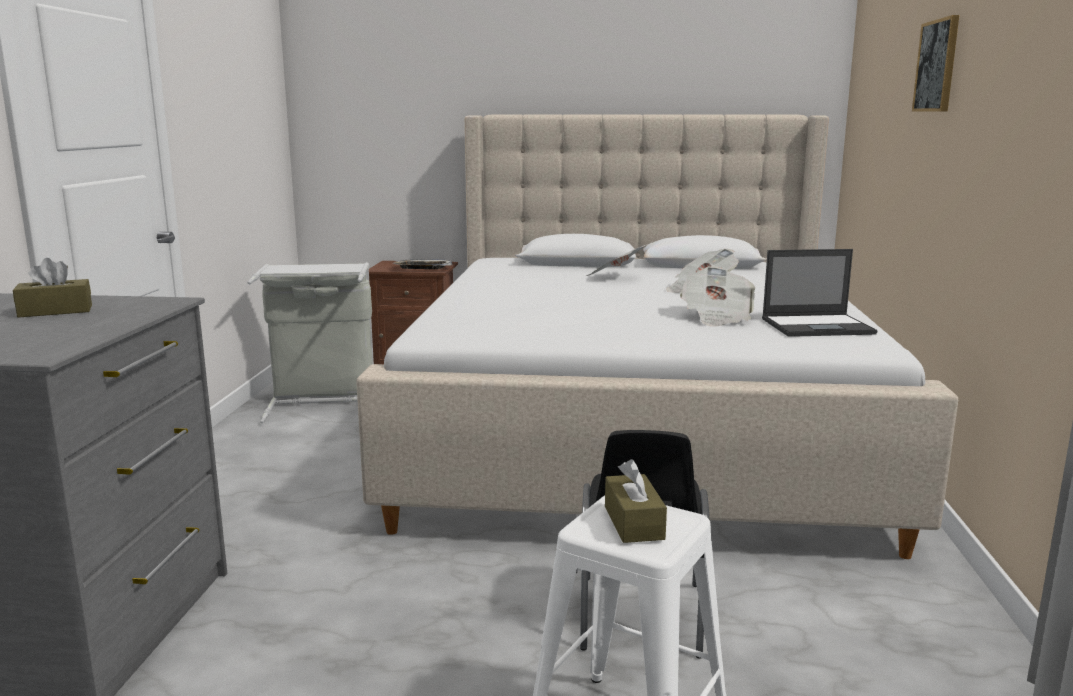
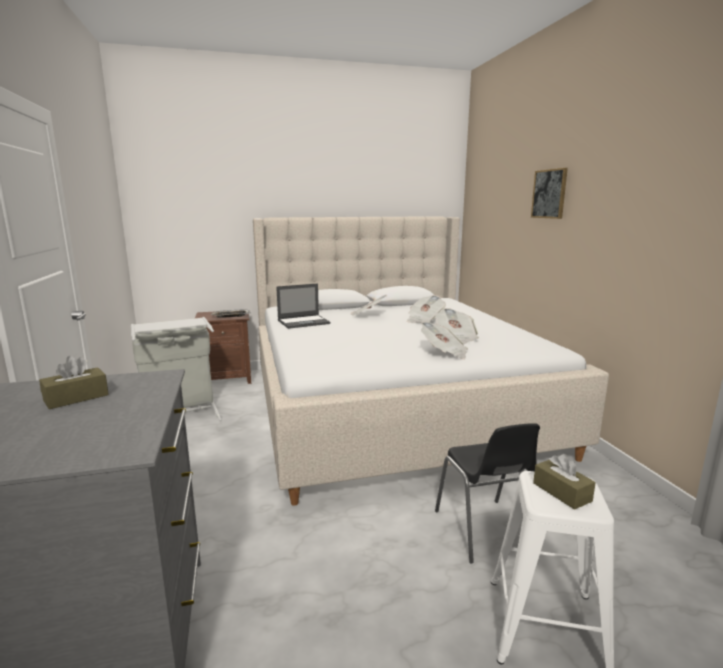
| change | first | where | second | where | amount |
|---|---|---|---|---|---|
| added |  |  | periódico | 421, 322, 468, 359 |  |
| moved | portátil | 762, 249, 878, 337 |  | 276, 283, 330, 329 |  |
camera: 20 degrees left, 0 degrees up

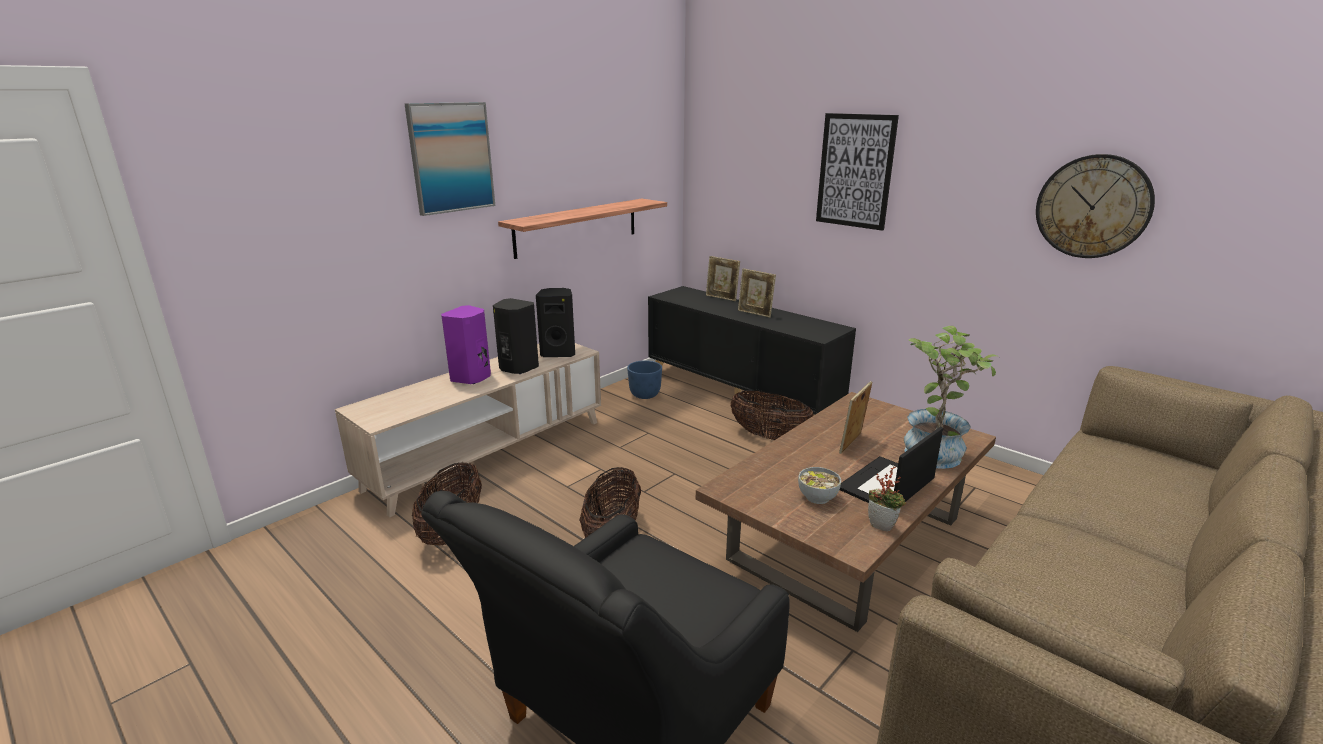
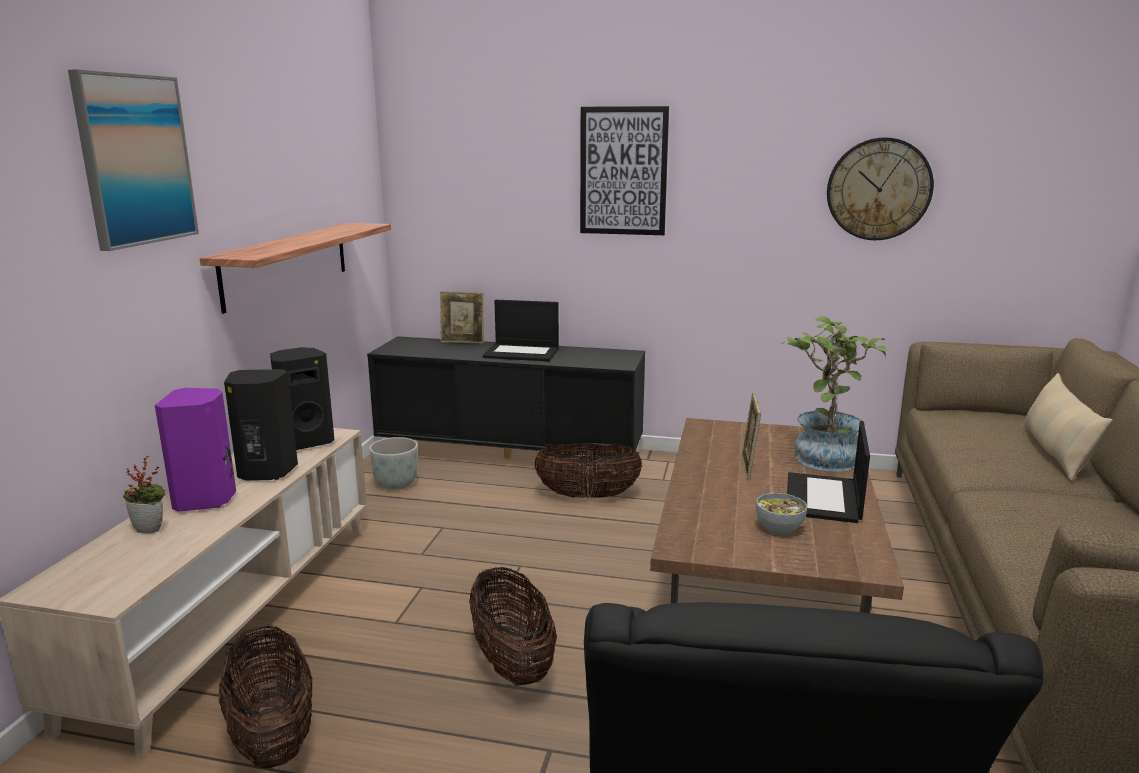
| change | first | where | second | where | amount |
|---|---|---|---|---|---|
| added |  |  | cojín (beis) | 1023, 373, 1113, 481 |  |
| moved | planta en maceta | 868, 466, 907, 531 |  | 123, 456, 166, 533 |  |
| replaced | portarretratos | 738, 268, 776, 318 | portátil | 483, 300, 559, 361 |  |
| recoloured | maceta (azul) | 627, 361, 662, 399 | maceta (gris) | 369, 437, 418, 490 |  |
camera: 30 degrees left, 5 degrees down

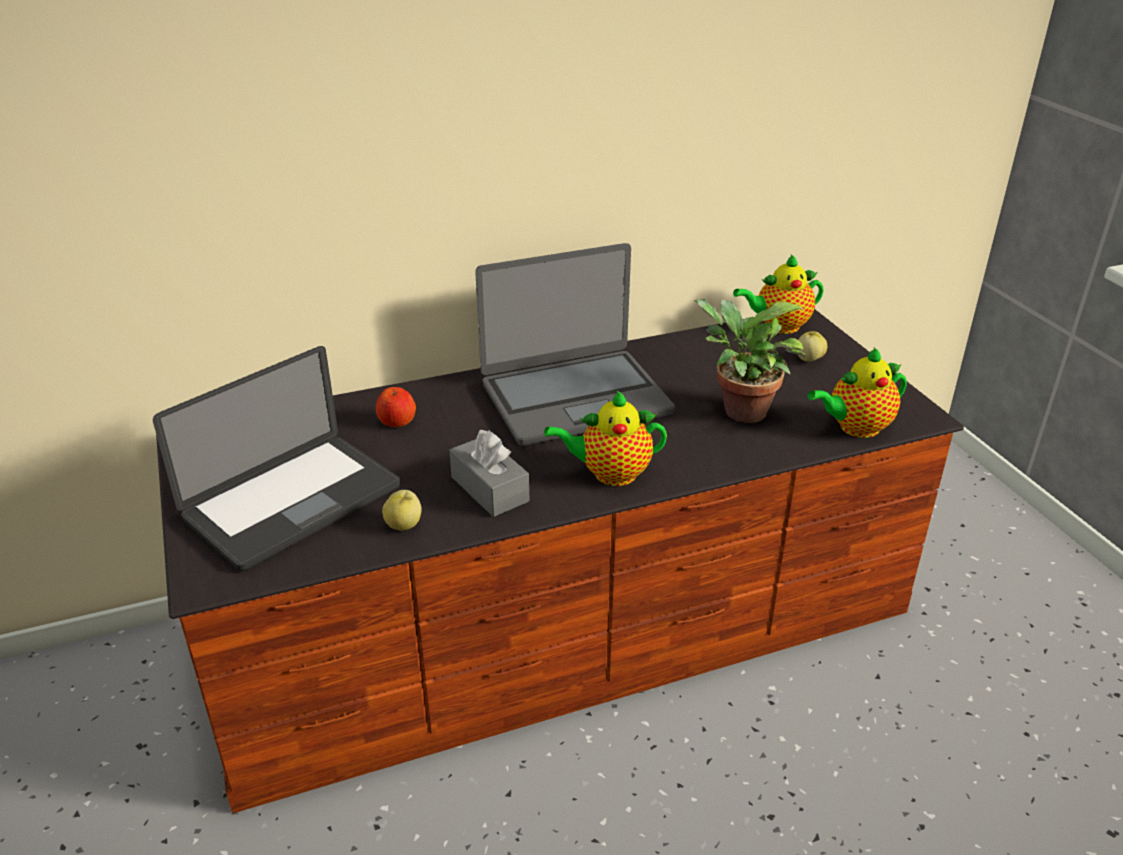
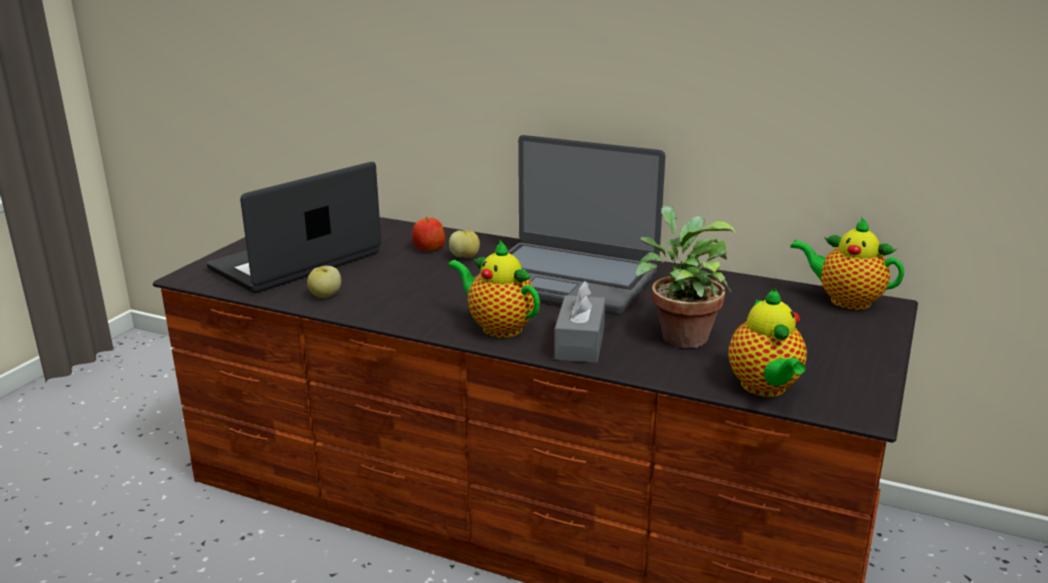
| change | first | where | second | where | amount |
|---|---|---|---|---|---|
| moved | caja de pañuelos (gris) | 449, 430, 529, 517 |  | 554, 281, 605, 363 |  |
| moved | manzana | 798, 331, 827, 362 |  | 449, 230, 480, 258 |  |
| turned | portátil | 153, 346, 400, 571 |  | 207, 162, 381, 293 | 135 degrees clockwise |
| turned | tetera | 808, 347, 907, 438 |  | 728, 288, 807, 397 | 120 degrees counterclockwise |
camera: 45 degrees right, 10 degrees down

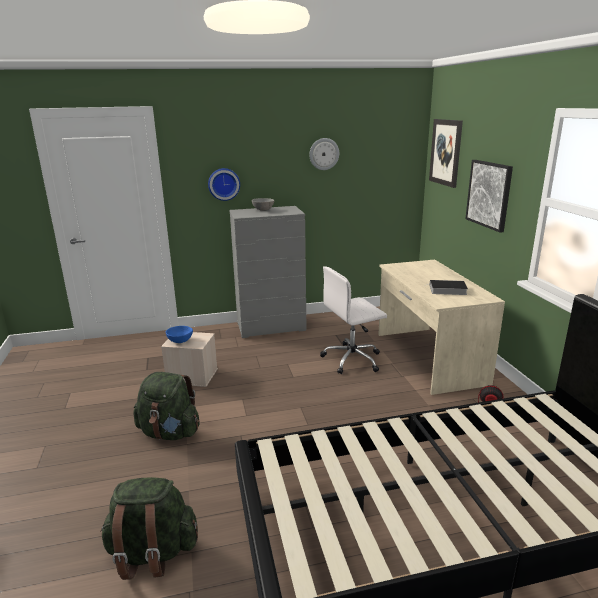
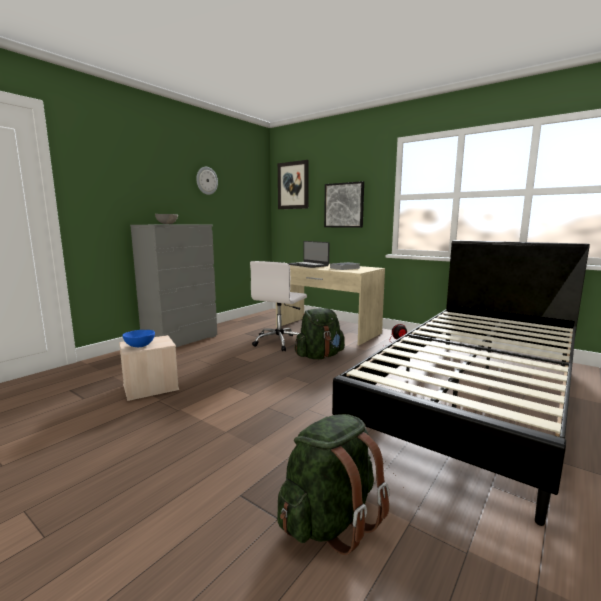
| change | first | where | second | where | amount |
|---|---|---|---|---|---|
| removed | reloj de pared | 208, 168, 240, 201 |  |  |  |
| added |  |  | portátil | 288, 241, 329, 268 |  |
| moved | mochila (verde) | 133, 372, 199, 440 |  | 295, 308, 345, 359 |  |
camera: 40 degrees left, 10 degrees down

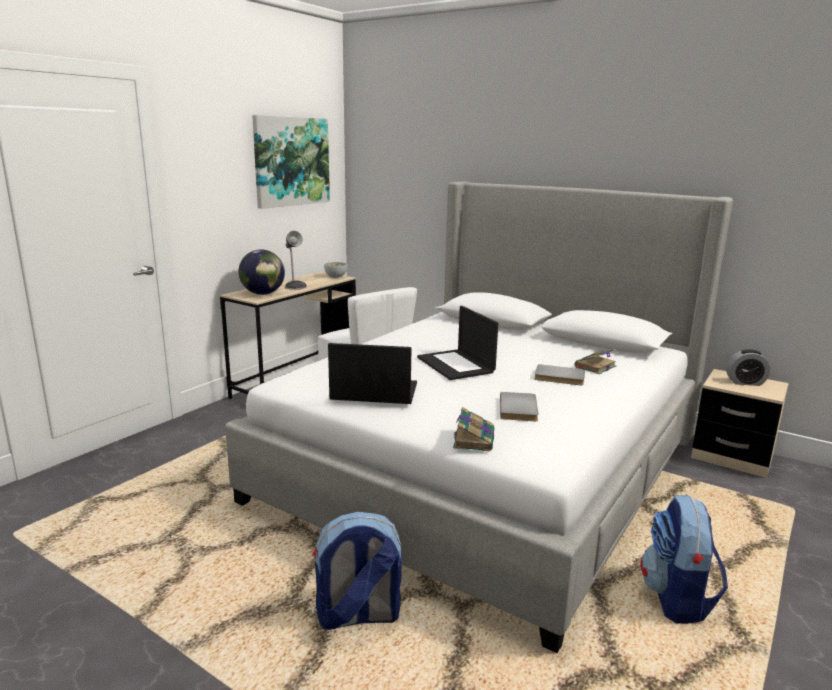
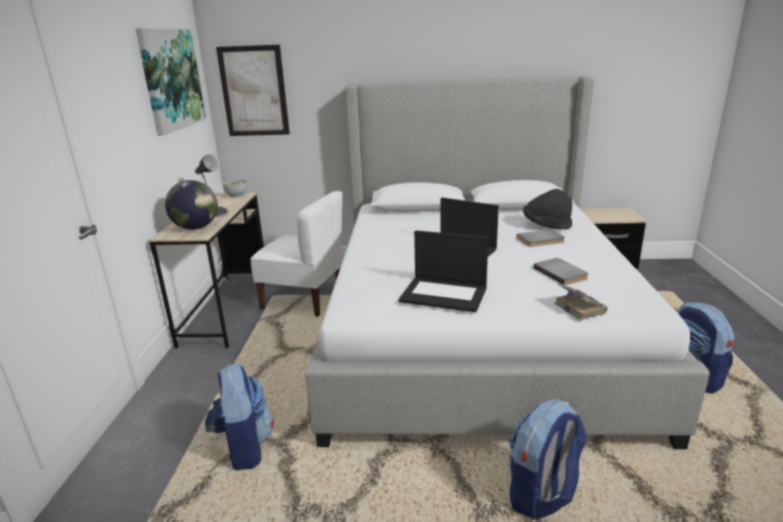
| change | first | where | second | where | amount |
|---|---|---|---|---|---|
| removed | despertador | 726, 349, 770, 386 |  |  |  |
| added |  |  | mochila | 205, 364, 274, 470 |  |
| added |  |  | cuadro | 216, 45, 290, 136 |  |
| replaced | libro | 575, 348, 616, 374 | sombrero (negro) | 523, 189, 572, 230 |  |
| turned | portátil | 328, 343, 417, 404 |  | 399, 230, 488, 312 | 135 degrees counterclockwise |
camera: 30 degrees left, 5 degrees up

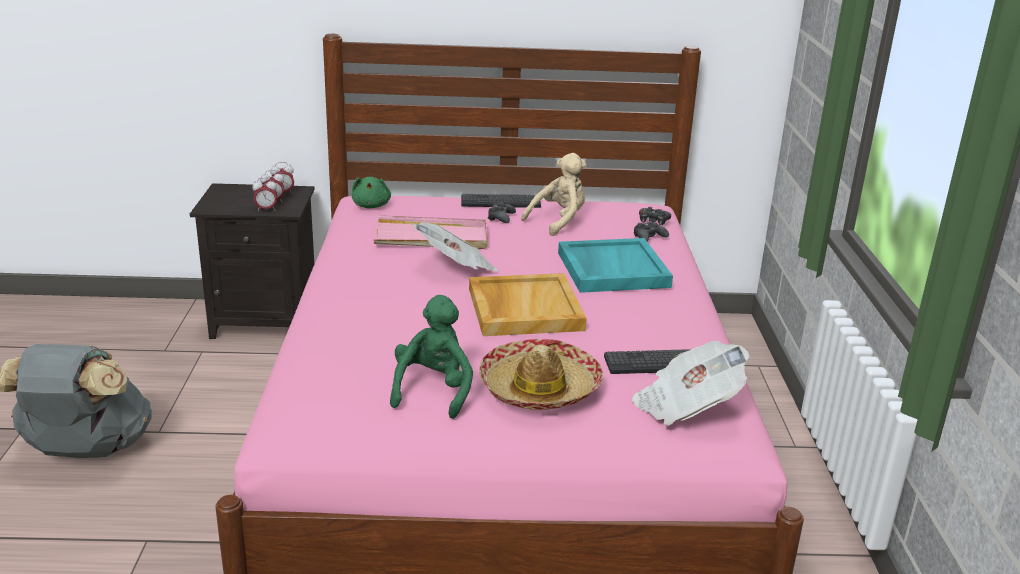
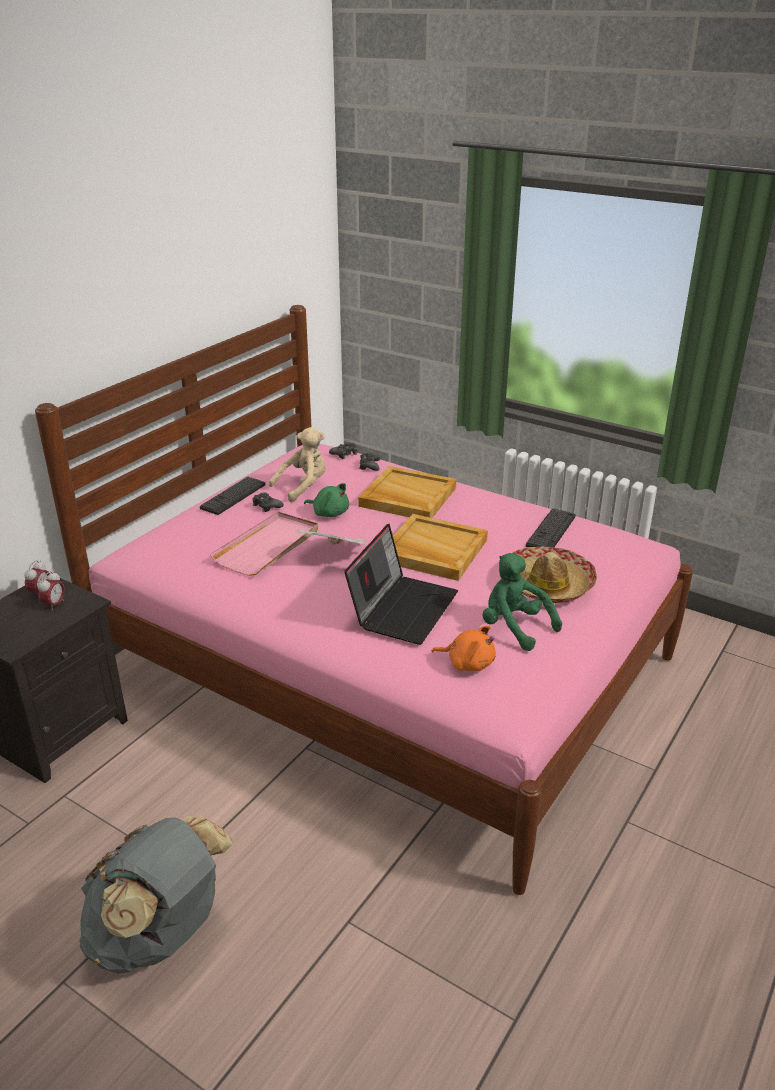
| change | first | where | second | where | amount |
|---|---|---|---|---|---|
| removed | despertador | 252, 178, 277, 212 |  |  |  |
| removed | periódico | 632, 340, 750, 426 |  |  |  |
| added |  |  | portátil | 344, 524, 458, 645 |  |
| added |  |  | peluche (naranja) | 432, 626, 496, 671 |  |
| moved | peluche (verde) | 352, 177, 391, 209 |  | 304, 483, 349, 517 |  |
| recoloured | bandeja (turquesa) | 558, 238, 673, 293 | bandeja (beis) | 358, 466, 456, 518 |  |
| turned | peluche (beis) | 521, 153, 586, 236 |  | 269, 427, 326, 503 | 60 degrees clockwise |
camera: 55 degrees left, 5 degrees up

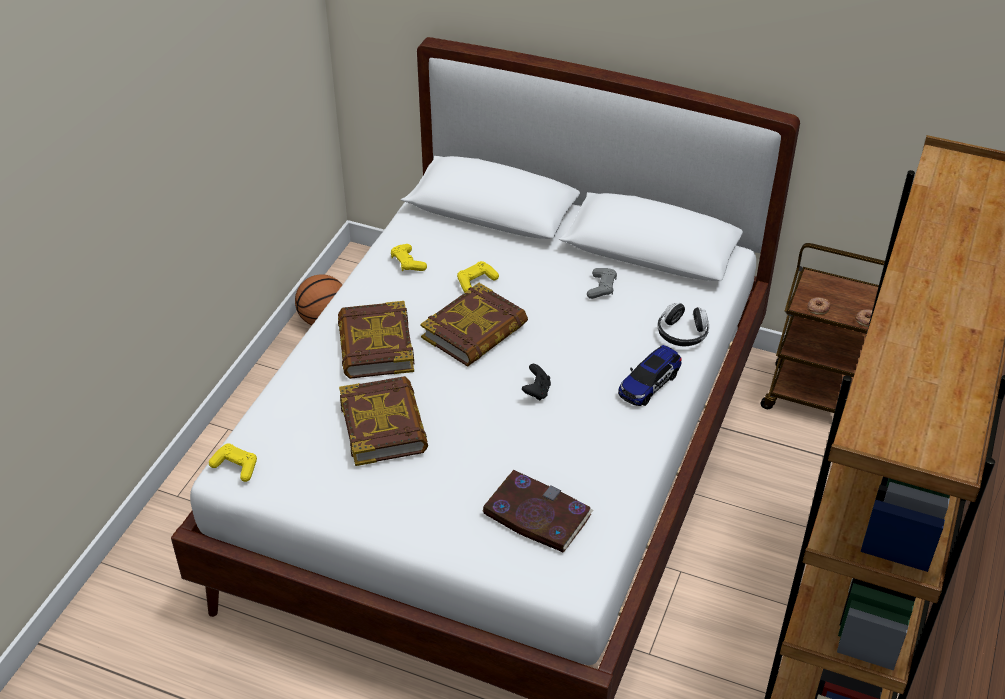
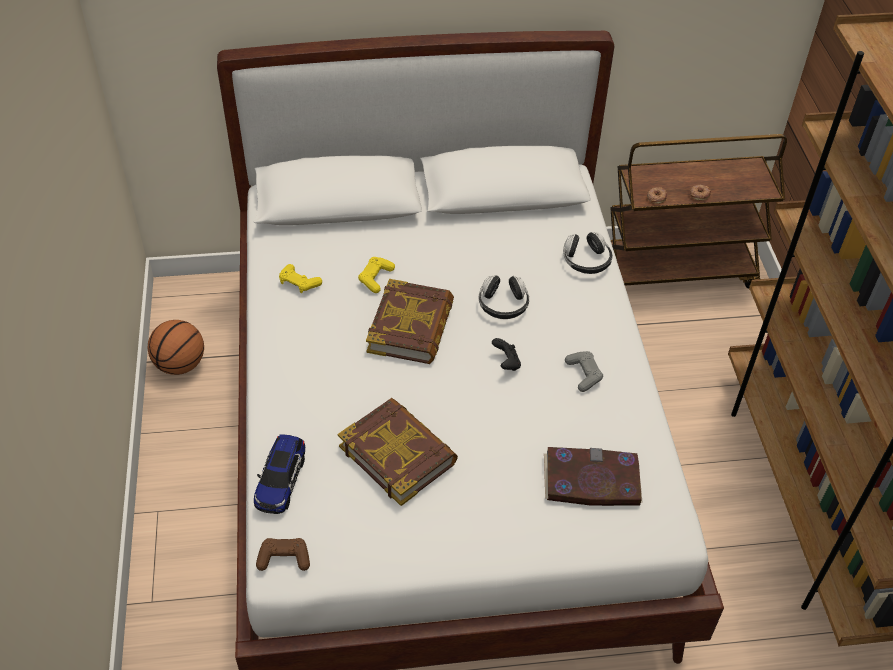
| change | first | where | second | where | amount |
|---|---|---|---|---|---|
| removed | libro | 338, 301, 414, 379 |  |  |  |
| added |  |  | auriculares | 479, 275, 529, 319 |  |
| moved | mando de consola (gris) | 587, 268, 617, 299 |  | 565, 351, 603, 392 |  |
| moved | coche de juguete | 618, 345, 682, 406 |  | 254, 435, 305, 514 |  |
| recoloured | mando de consola (amarillo) | 209, 443, 257, 482 | mando de consola (marrón) | 256, 538, 310, 571 |  |
camera: 30 degrees left, 5 degrees up

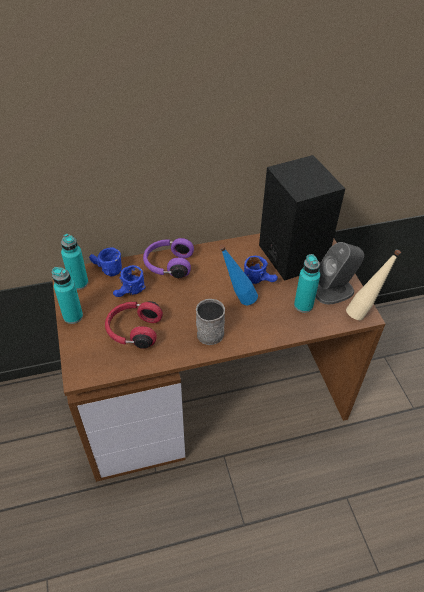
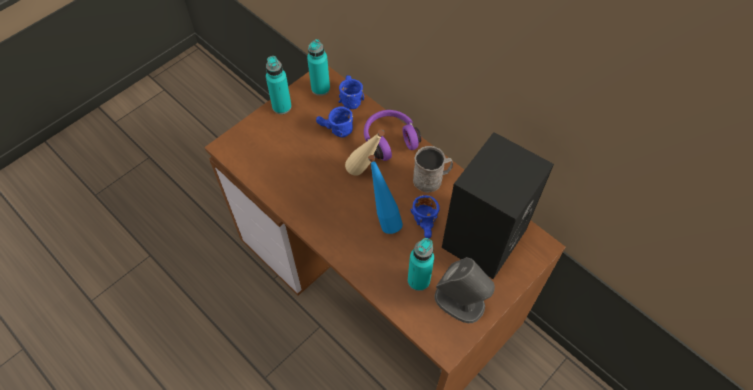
| change | first | where | second | where | amount |
|---|---|---|---|---|---|
| removed | auriculares (rojo) | 105, 301, 163, 349 |  |  |  |
| moved | taza grande (gris) | 196, 299, 225, 345 |  | 413, 146, 453, 193 |  |
| moved | botella (beis) | 346, 249, 401, 320 |  | 345, 130, 385, 176 |  |
camera: 60 degrees right, 10 degrees up

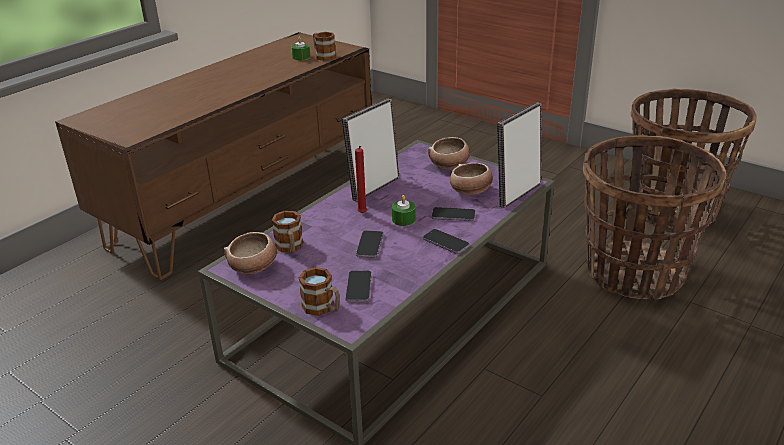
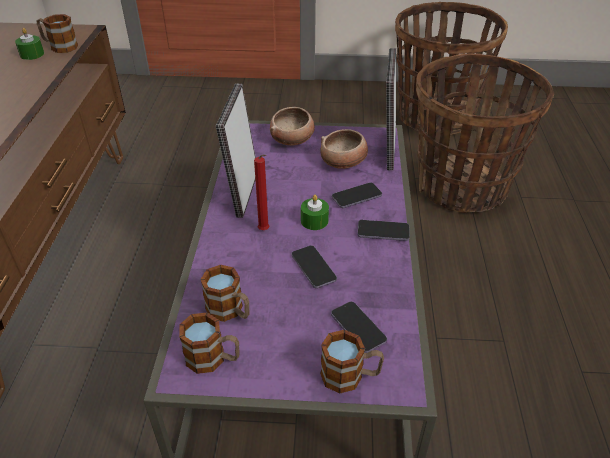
| change | first | where | second | where | amount |
|---|---|---|---|---|---|
| replaced | cuenco | 224, 232, 277, 274 | taza grande | 179, 313, 239, 374 |  |
camera: 35 degrees left, 10 degrees up

